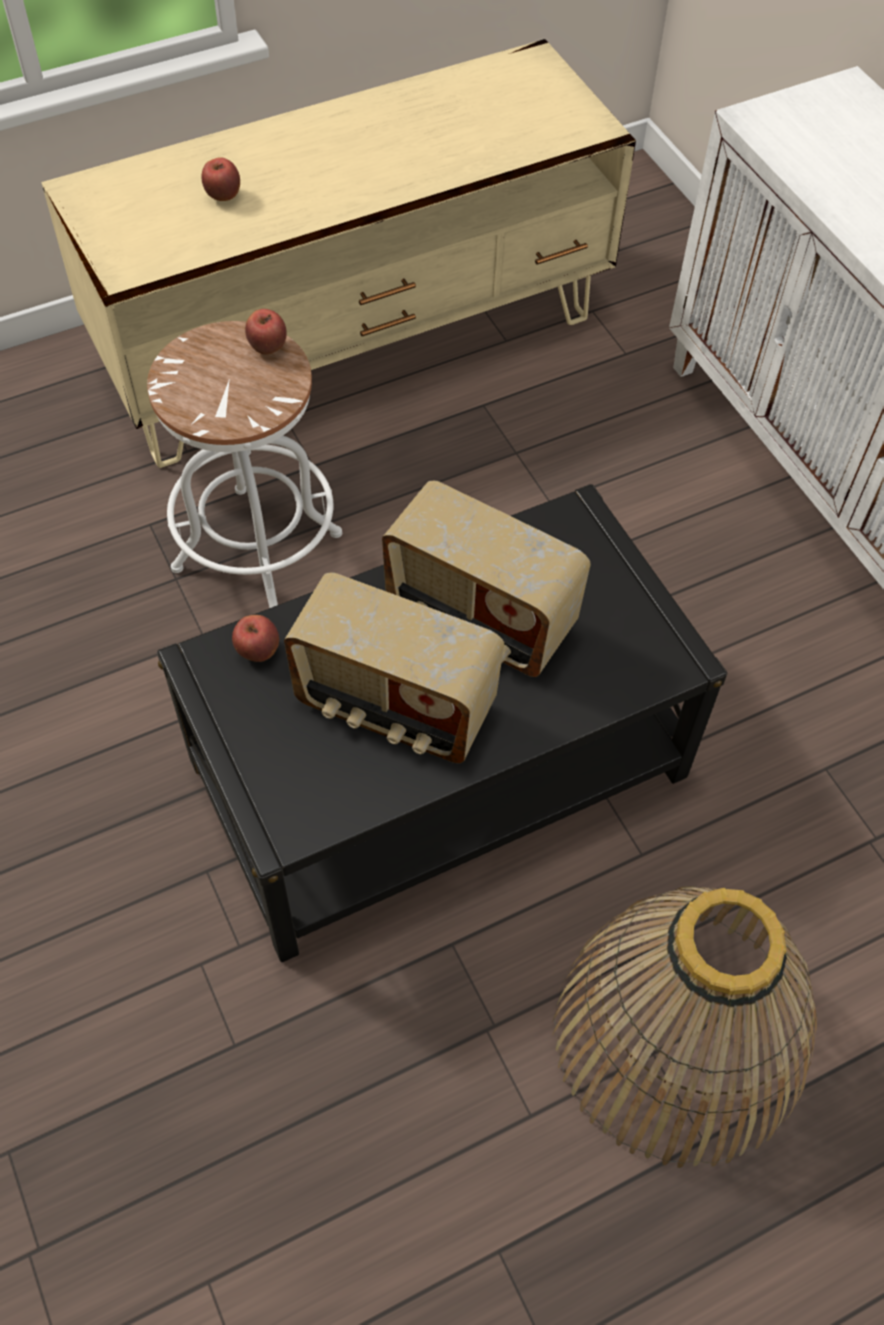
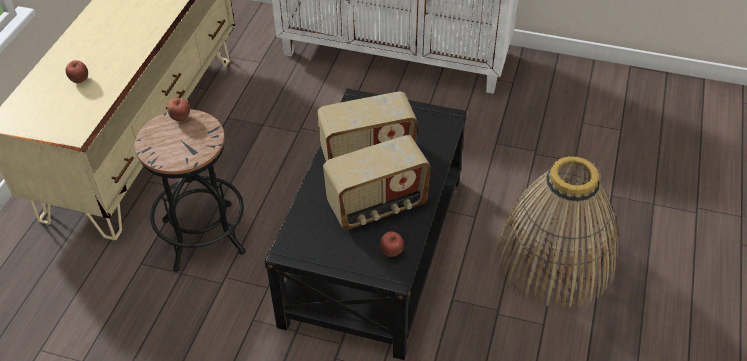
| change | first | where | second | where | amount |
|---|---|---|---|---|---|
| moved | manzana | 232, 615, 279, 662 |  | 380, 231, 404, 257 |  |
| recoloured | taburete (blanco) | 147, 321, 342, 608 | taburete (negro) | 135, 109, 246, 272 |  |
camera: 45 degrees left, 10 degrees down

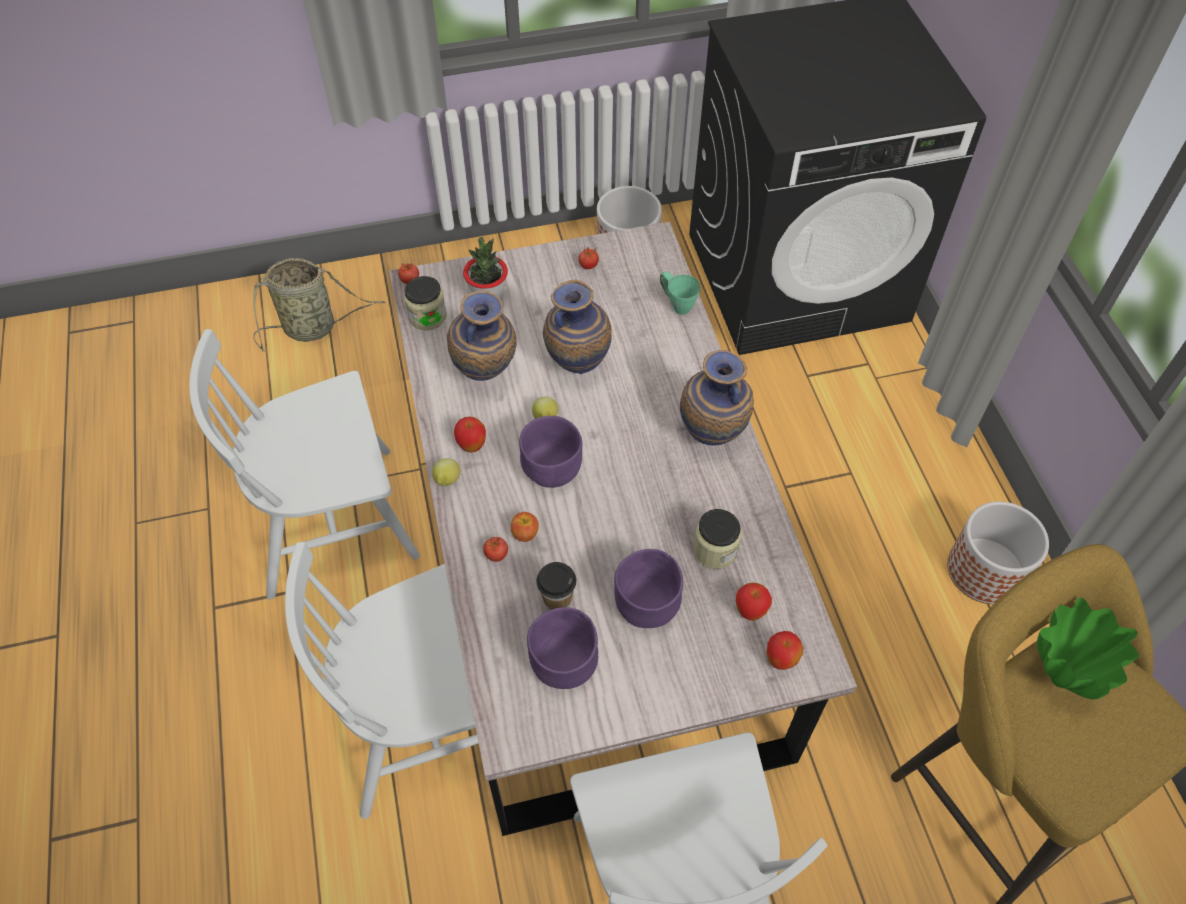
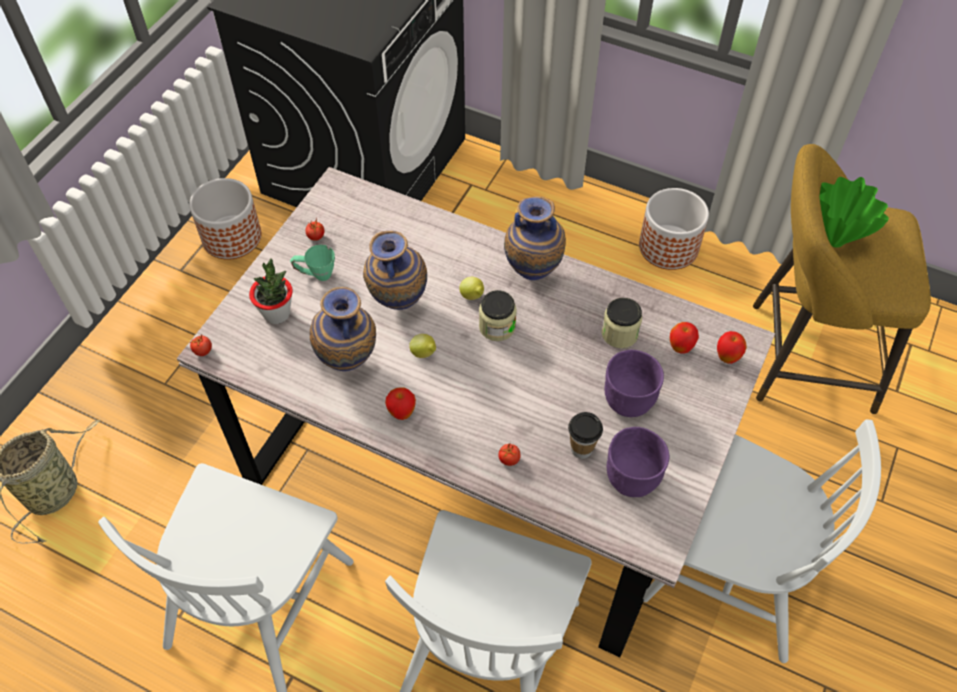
| change | first | where | second | where | amount |
|---|---|---|---|---|---|
| removed | manzana | 511, 512, 539, 542 |  |  |  |
| removed | cuenco (morado) | 519, 416, 583, 488 |  |  |  |
| moved | tarro | 404, 276, 447, 330 |  | 479, 290, 517, 341 |  |
| moved | limón | 432, 458, 460, 486 |  | 459, 277, 484, 300 |  |
| moved | taza grande (verde) | 660, 271, 700, 315 |  | 290, 245, 335, 281 |  |
camera: 50 degrees left, 0 degrees up

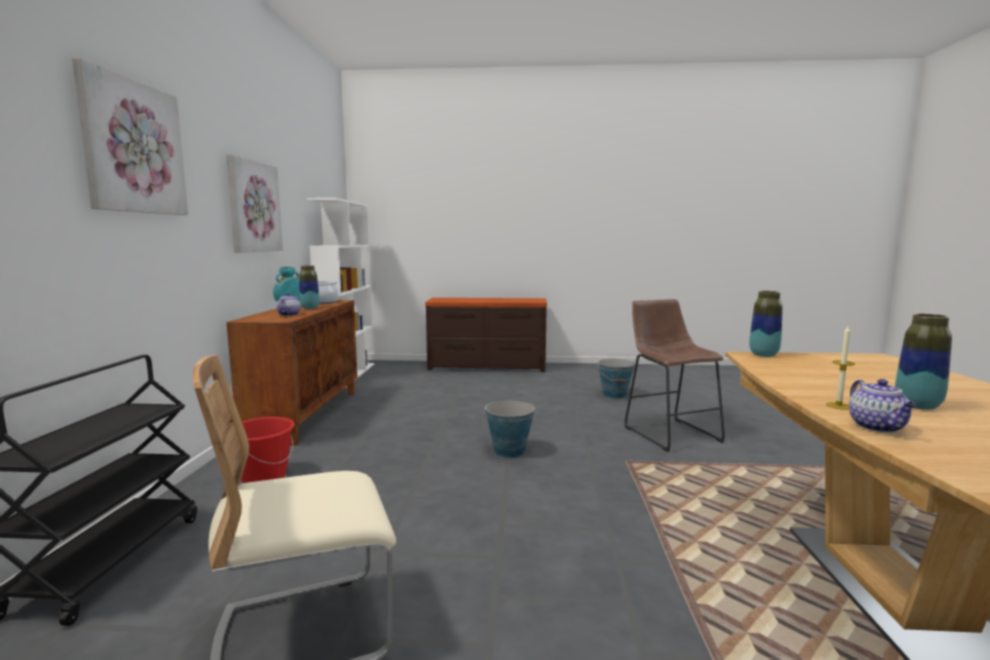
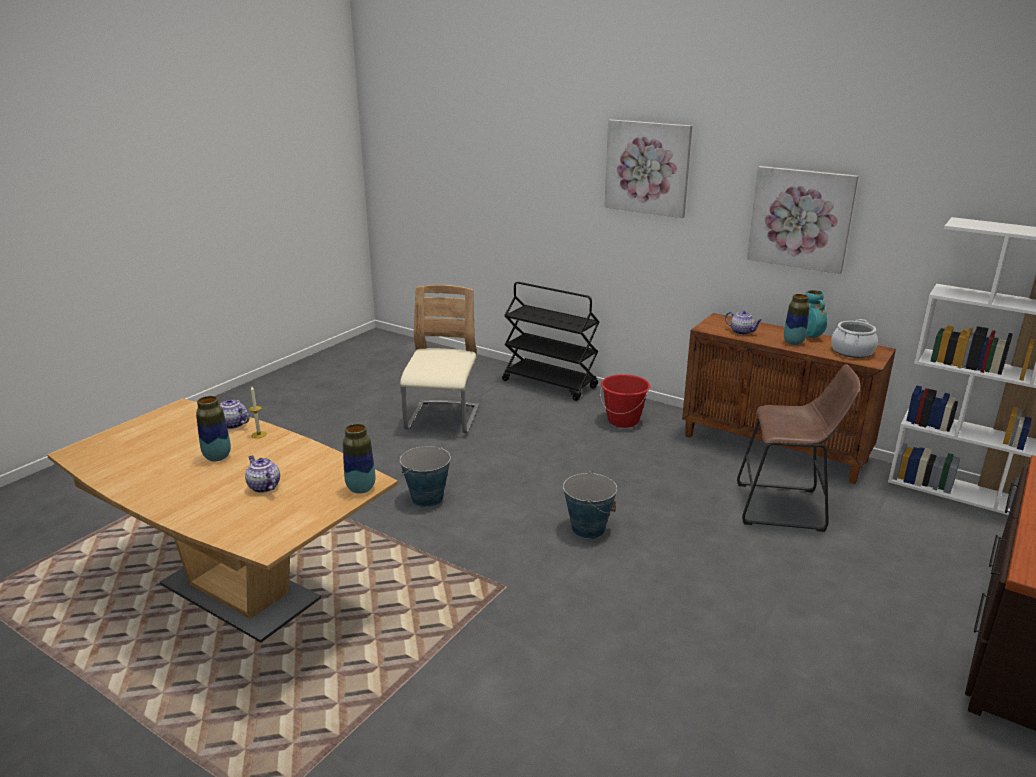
| change | first | where | second | where | amount |
|---|---|---|---|---|---|
| added |  |  | tetera | 245, 455, 280, 493 |  |
| moved | cubo | 598, 359, 635, 399 |  | 400, 446, 451, 507 |  |
| moved | taburete (marrón) | 625, 299, 725, 452 |  | 737, 364, 861, 532 |  |
camera: 120 degrees right, 15 degrees up

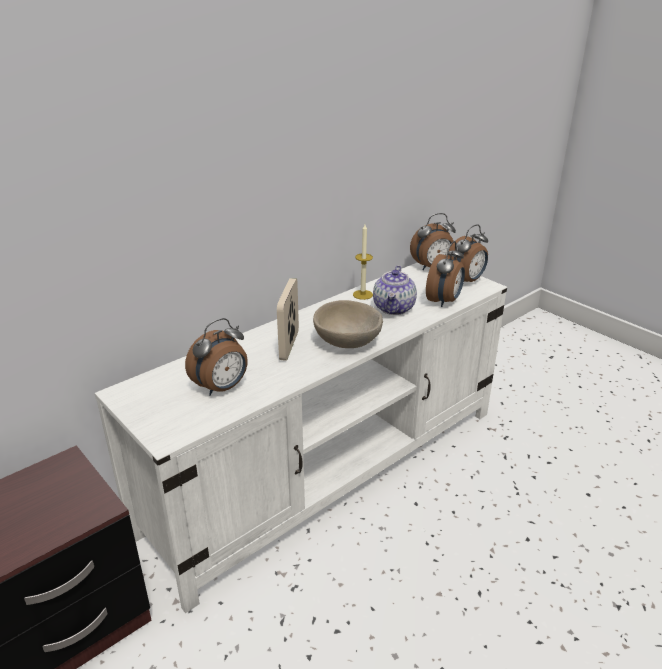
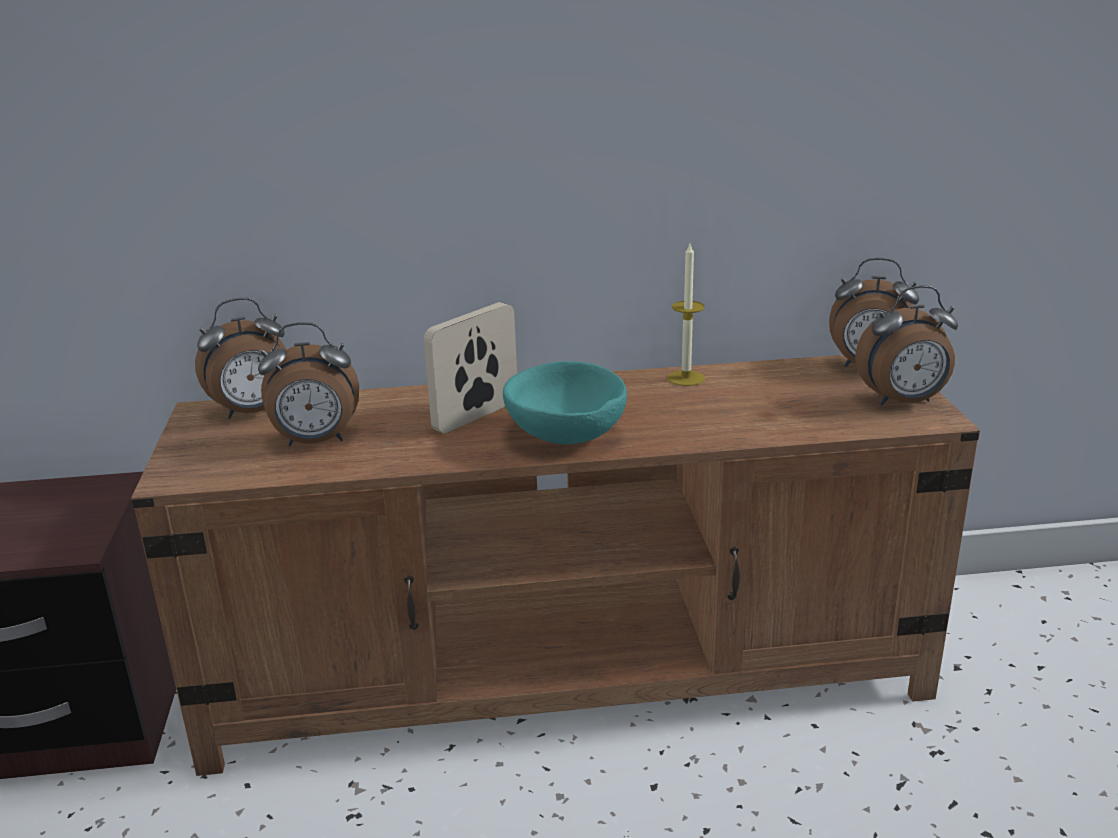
| change | first | where | second | where | amount |
|---|---|---|---|---|---|
| removed | tetera | 373, 265, 417, 315 |  |  |  |
| moved | despertador | 426, 241, 465, 307 |  | 195, 298, 286, 419 |  |
| recoloured | mueble de televisión (blanco) | 95, 262, 507, 613 | mueble de televisión (marrón) | 131, 355, 980, 776 |  |
| recoloured | cuenco (beis) | 313, 300, 383, 348 | cuenco (turquesa) | 503, 361, 627, 445 |  |
camera: 35 degrees right, 5 degrees down

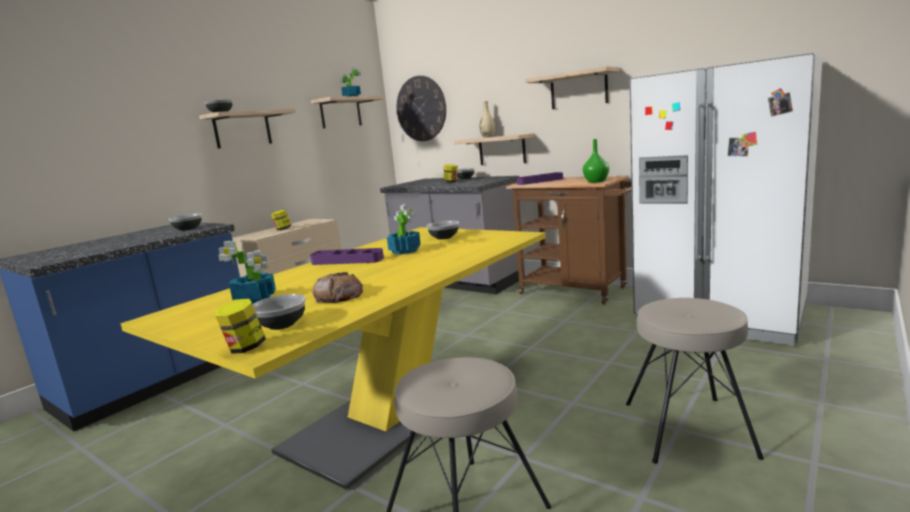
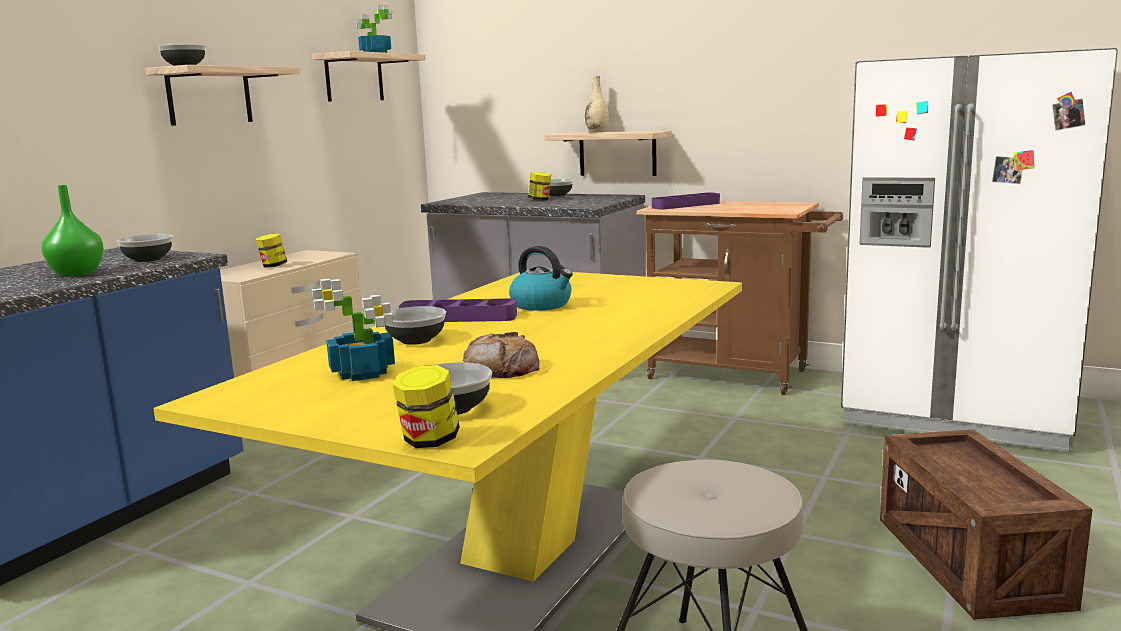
| change | first | where | second | where | amount |
|---|---|---|---|---|---|
| removed | reloj de pared | 397, 76, 446, 141 |  |  |  |
| removed | estante | 525, 66, 620, 109 |  |  |  |
| moved | cuenco | 427, 220, 459, 239 |  | 385, 306, 446, 345 |  |
| moved | florero (verde) | 583, 139, 609, 183 |  | 41, 185, 104, 276 |  |
| replaced | planta en maceta | 387, 204, 421, 255 | hervidor | 509, 246, 573, 311 |  |
| replaced | taburete (beis) | 626, 298, 764, 464 | caja de embalaje | 880, 430, 1092, 620 |  |
camera: 10 degrees left, 0 degrees up

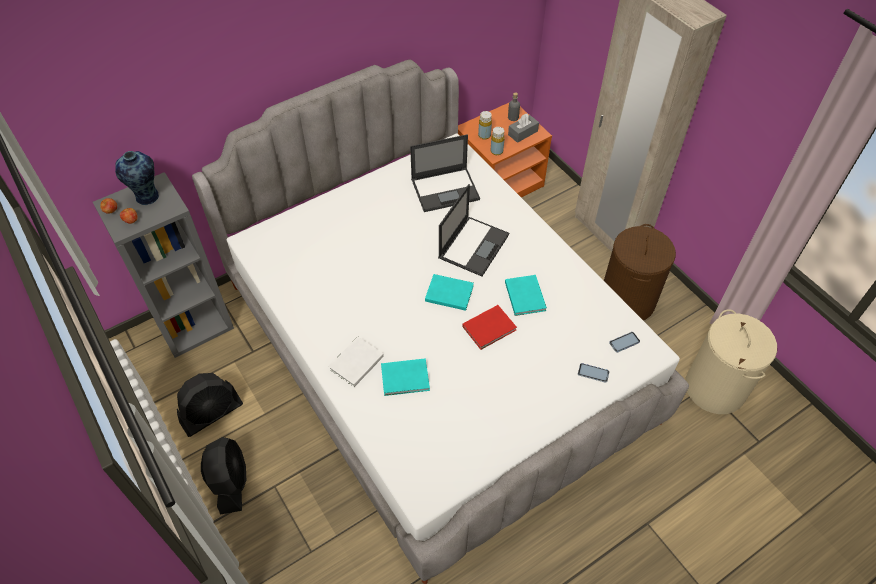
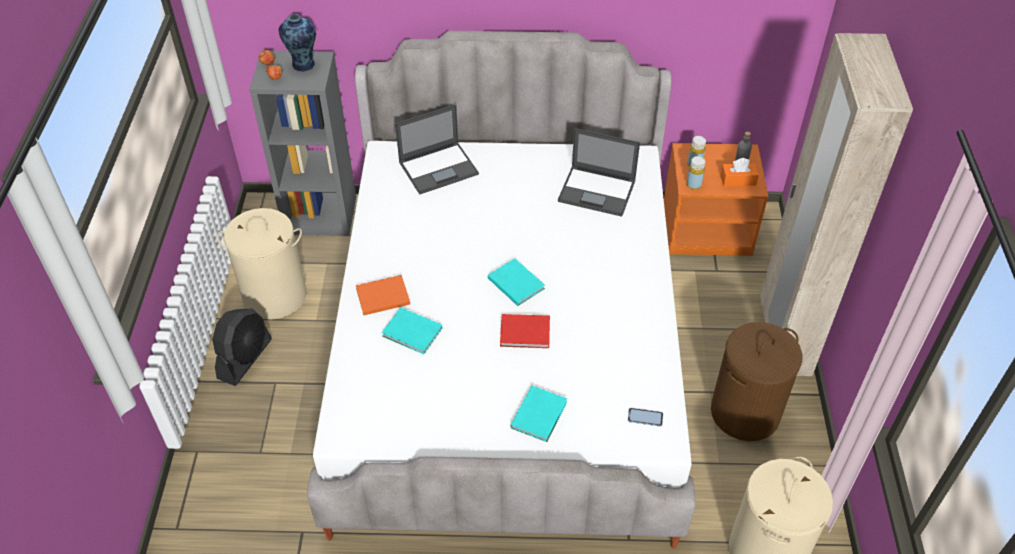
| change | first | where | second | where | amount |
|---|---|---|---|---|---|
| removed | móvil | 578, 363, 609, 383 |  |  |  |
| moved | portátil | 438, 184, 509, 276 |  | 395, 104, 479, 195 |  |
| moved | libro (turquesa) | 505, 275, 547, 316 |  | 511, 386, 567, 442 |  |
| replaced | ventilador (negro) | 177, 373, 243, 437 | cesto de la ropa (beis) | 217, 208, 307, 319 |  |
| recoloured | libro (blanco) | 328, 337, 384, 387 | libro (naranja) | 356, 275, 410, 315 |  |
| recoloured | caja de pañuelos (gris) | 508, 114, 539, 143 | caja de pañuelos (naranja) | 720, 158, 759, 187 |  |
camera: 35 degrees right, 5 degrees down

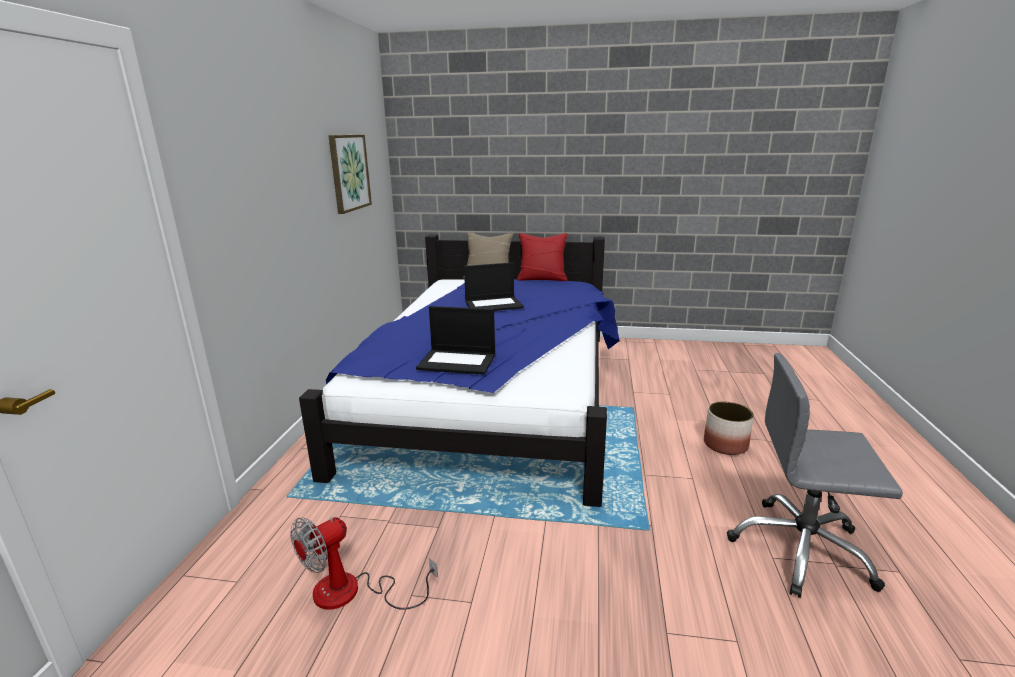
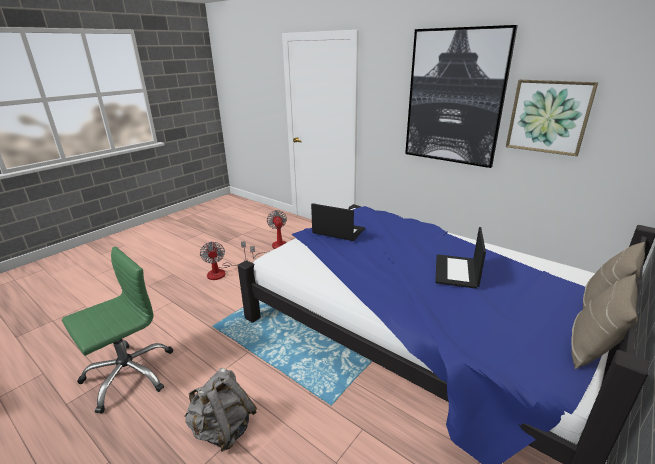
| change | first | where | second | where | amount |
|---|---|---|---|---|---|
| added |  |  | ventilador | 200, 241, 246, 280 |  |
| added |  |  | cuadro | 405, 25, 518, 168 |  |
| replaced | maceta | 704, 402, 754, 455 | mochila (gris) | 185, 368, 257, 452 |  |
| recoloured | cojín (rojo) | 517, 233, 568, 281 | cojín (beis) | 571, 274, 638, 369 |  |
| recoloured | silla de oficina (gris) | 727, 353, 903, 598 | silla de oficina (verde) | 62, 247, 173, 414 |  |
| turned | portátil | 416, 306, 495, 375 |  | 311, 203, 365, 241 | 75 degrees clockwise |
camera: 120 degrees right, 5 degrees up

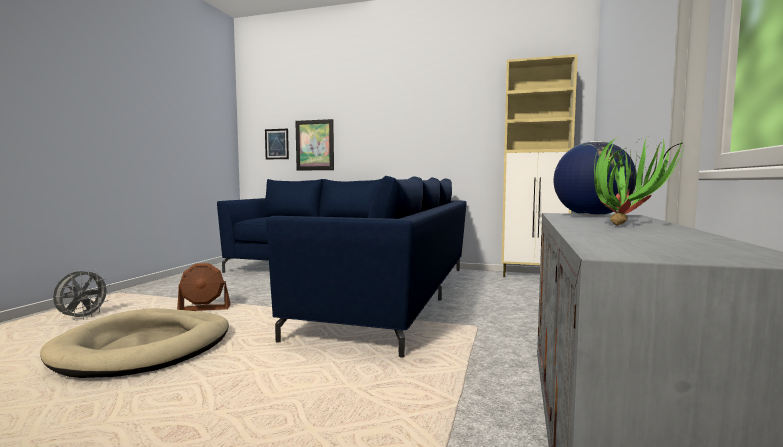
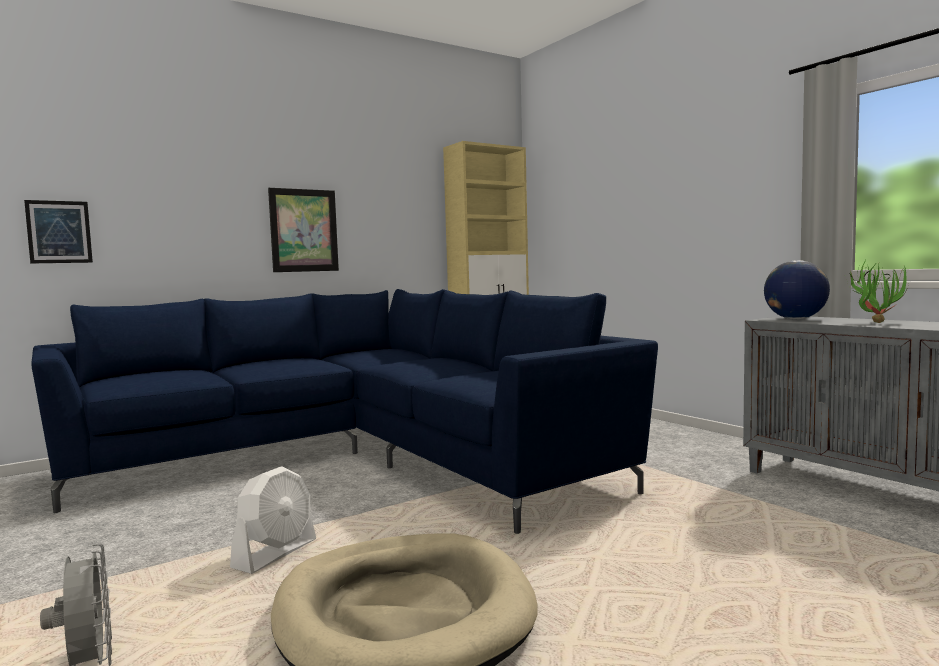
| change | first | where | second | where | amount |
|---|---|---|---|---|---|
| moved | cuadro | 295, 119, 334, 171 |  | 268, 188, 339, 272 |  |
| recoloured | ventilador (marrón) | 177, 263, 231, 311 | ventilador (blanco) | 230, 466, 316, 574 |  |
camera: 50 degrees left, 0 degrees up

